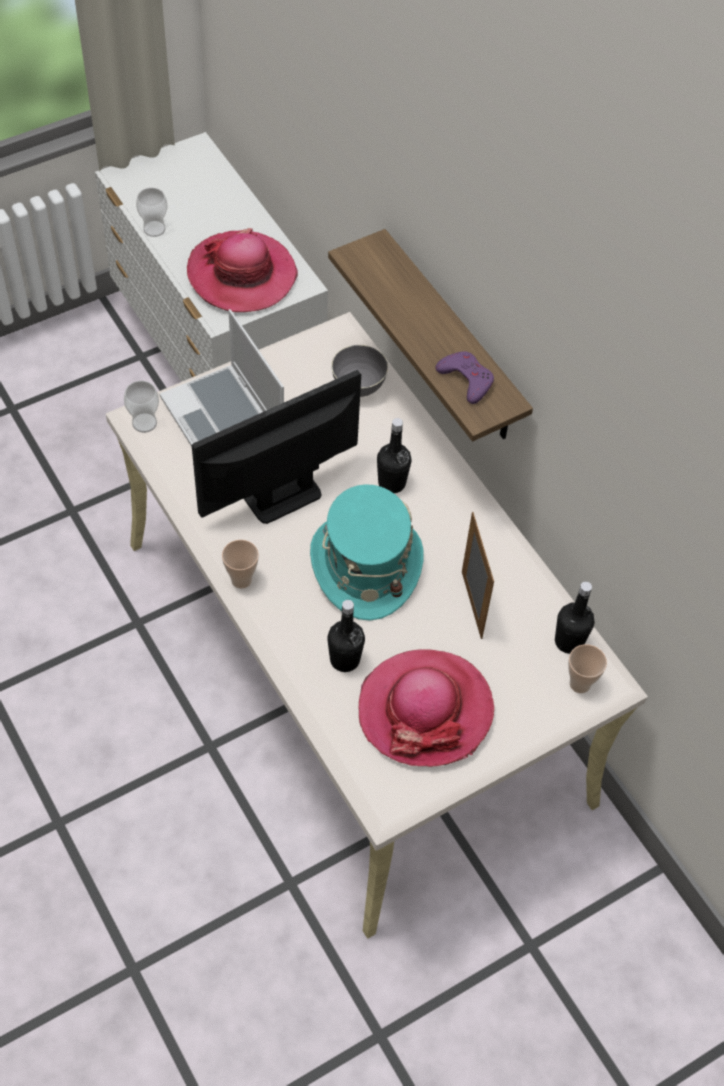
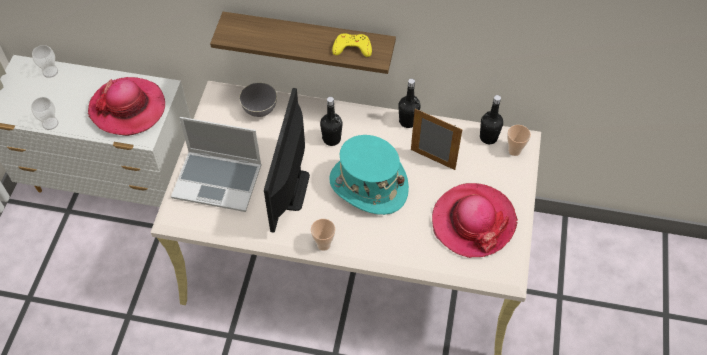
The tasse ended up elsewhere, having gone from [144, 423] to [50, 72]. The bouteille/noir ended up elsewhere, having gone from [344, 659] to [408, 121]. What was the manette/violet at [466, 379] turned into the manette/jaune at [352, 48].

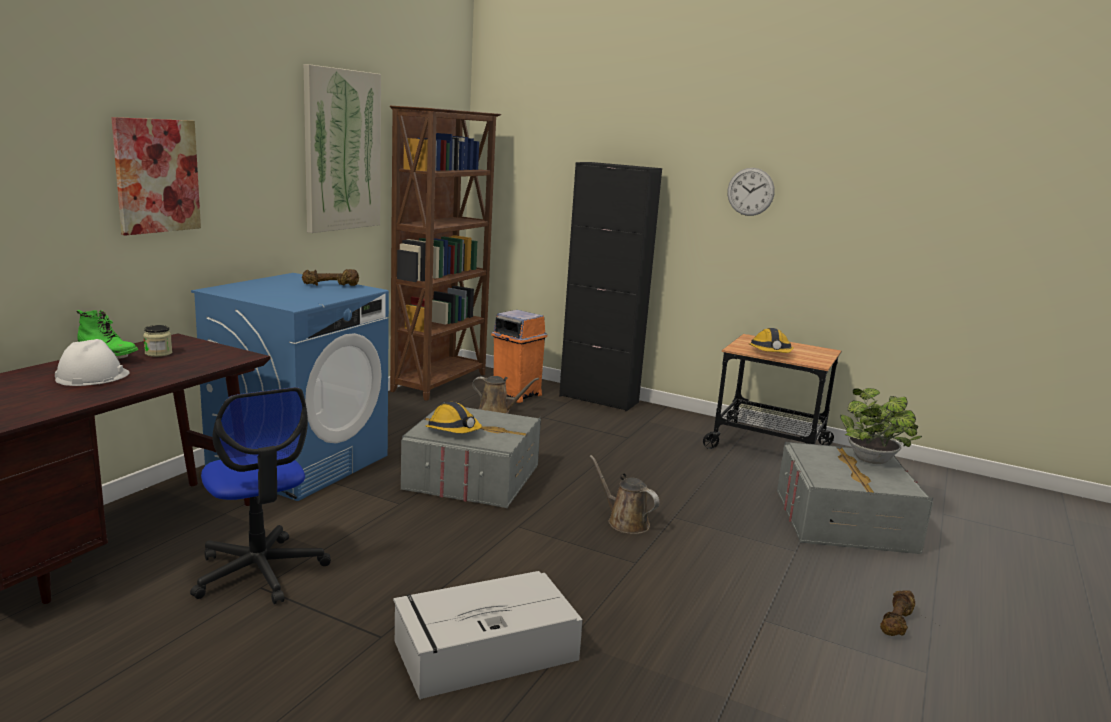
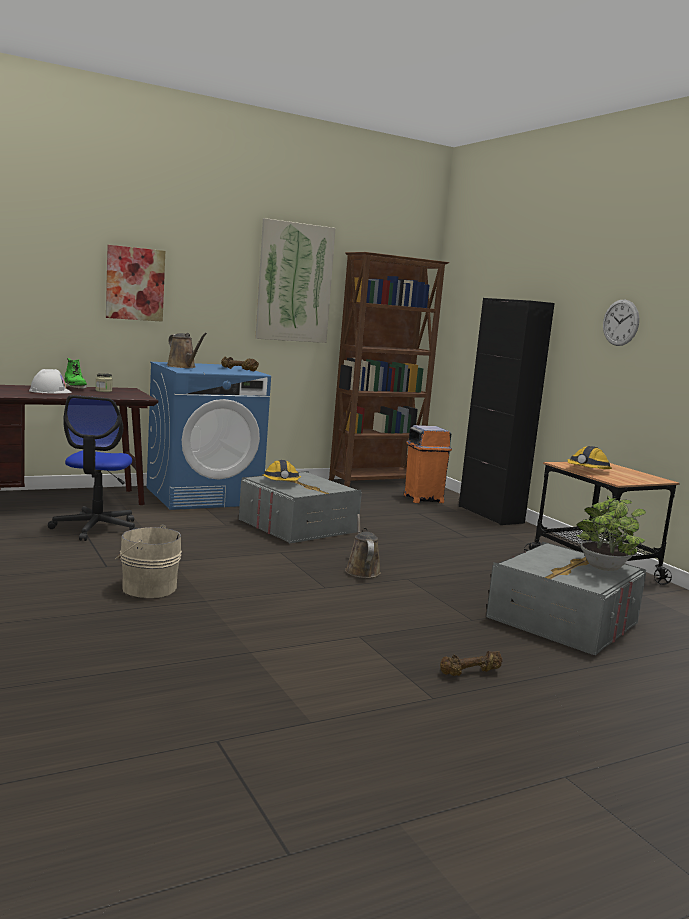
The arrosoir/marron ended up elsewhere, having gone from [497, 410] to [183, 367]. Where the boîte de rangement/gris stood at [483, 651], the seau/beige came to stand at [147, 587].

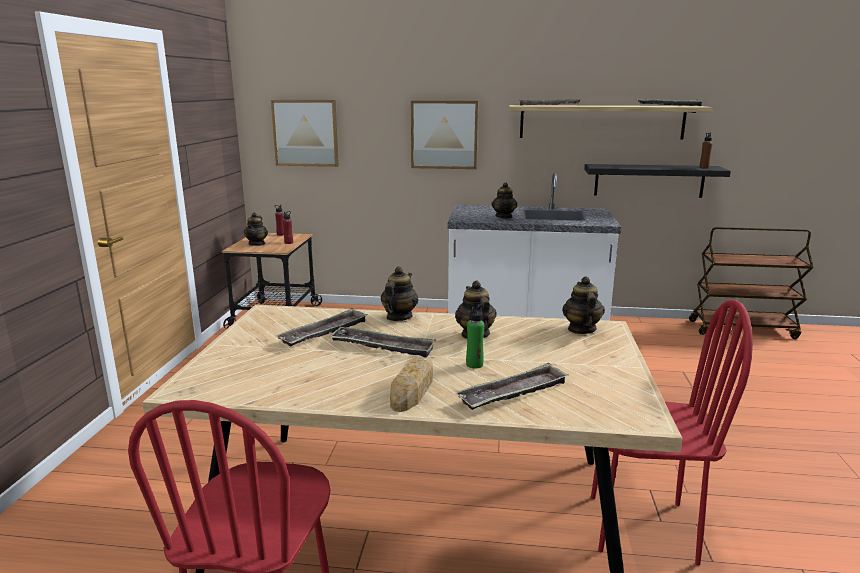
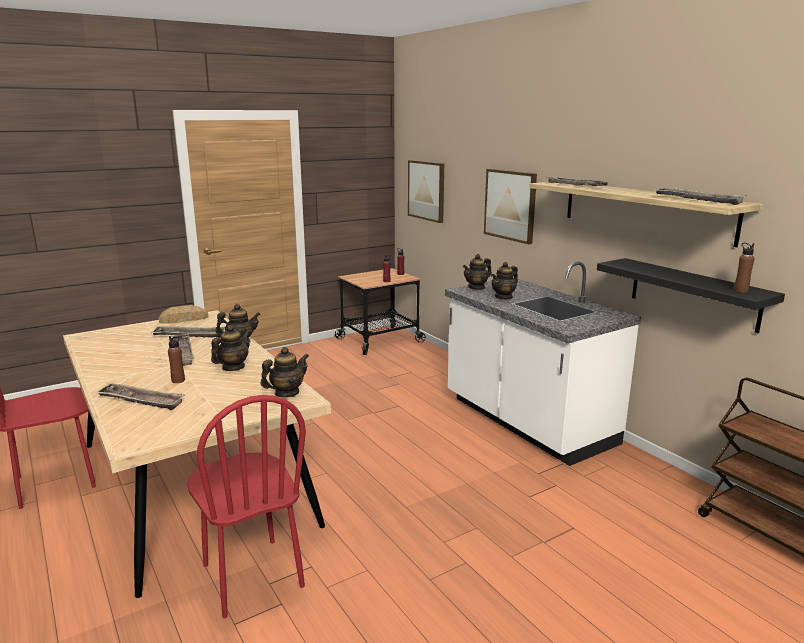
The théière ended up elsewhere, having gone from [257, 244] to [476, 287]. The pain ended up elsewhere, having gone from [413, 389] to [184, 319]. What was the bouteille/vert at [474, 364] turned into the bouteille/marron at [178, 380].

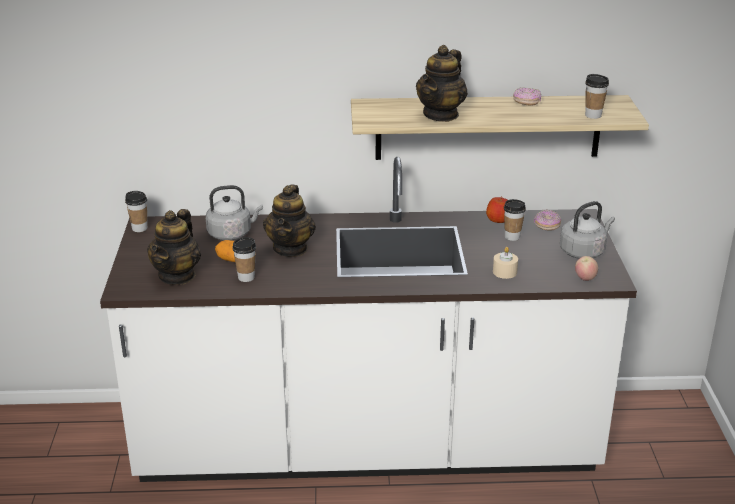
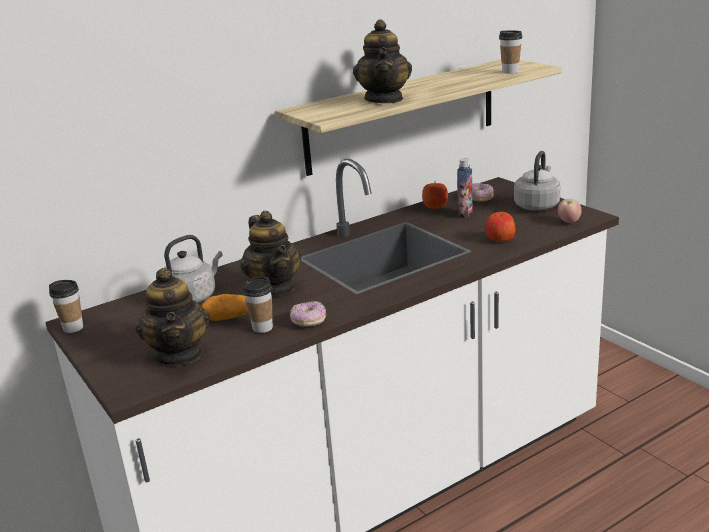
The beignet ended up elsewhere, having gone from [526, 102] to [309, 322]. Where the bougie/beige stood at [504, 272], the pomme came to stand at [500, 239]. Where the tasse stood at [512, 237], the bouteille came to stand at [465, 214].

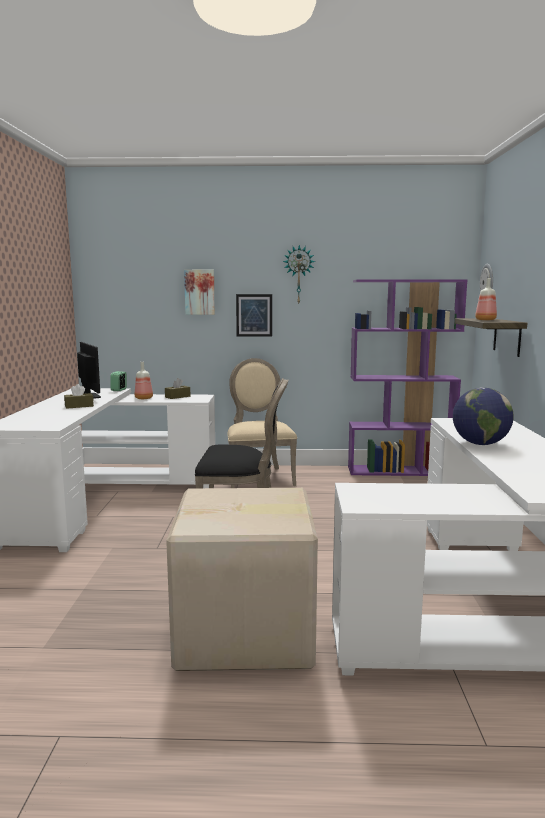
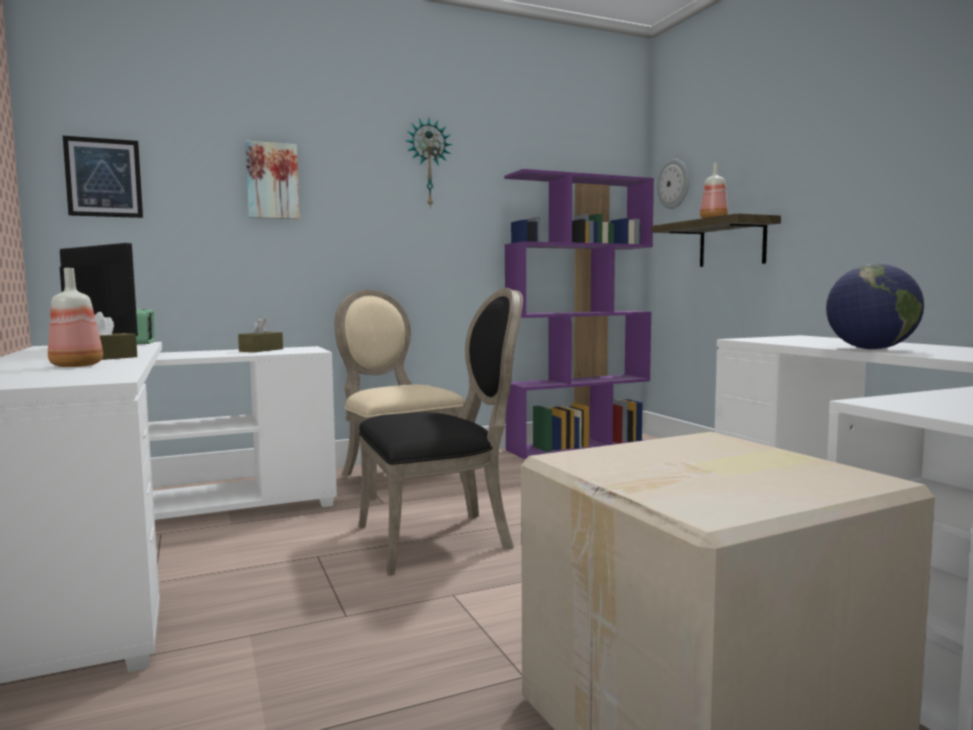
The bouteille ended up elsewhere, having gone from [144, 398] to [78, 365]. The tableau ended up elsewhere, having gone from [254, 315] to [103, 177].

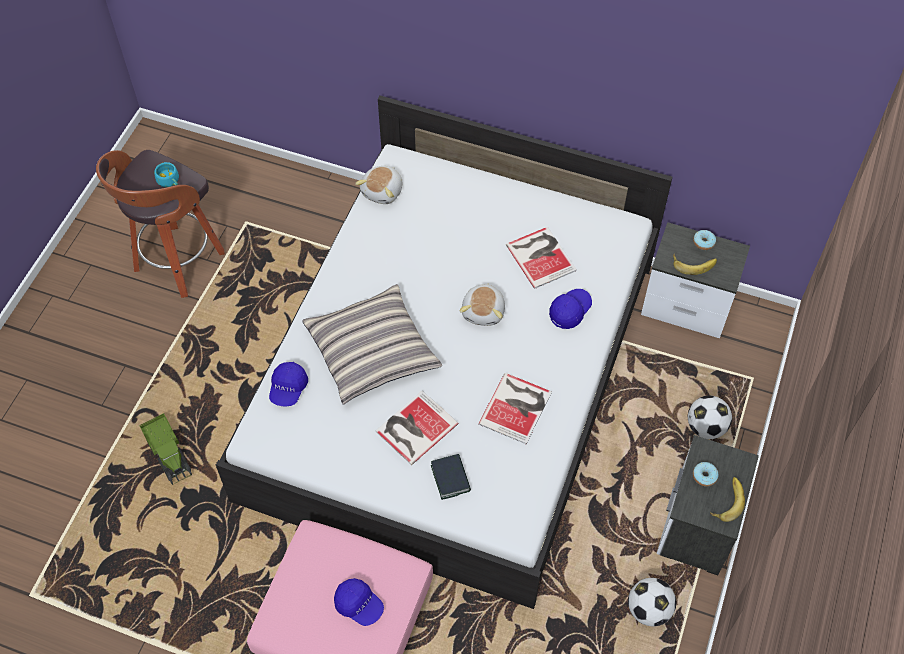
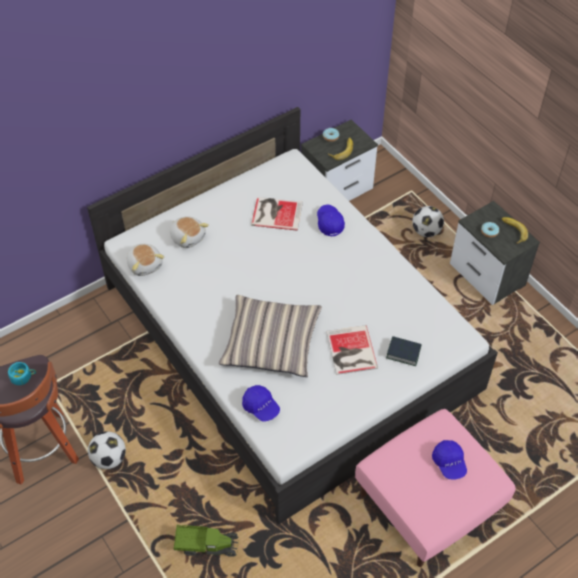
The second view lost the livre at [517, 407]. The peluche ended up elsewhere, having gone from [484, 311] to [188, 237]. The ballon de foot ended up elsewhere, having gone from [648, 609] to [109, 458]. The casquette/bleu at [359, 605] ended up facing another way, 90 degrees clockwise from before.

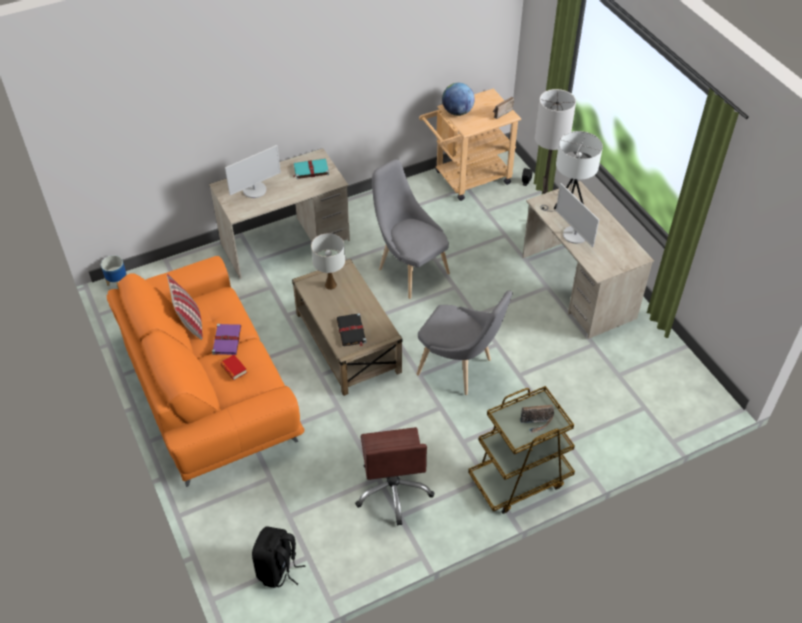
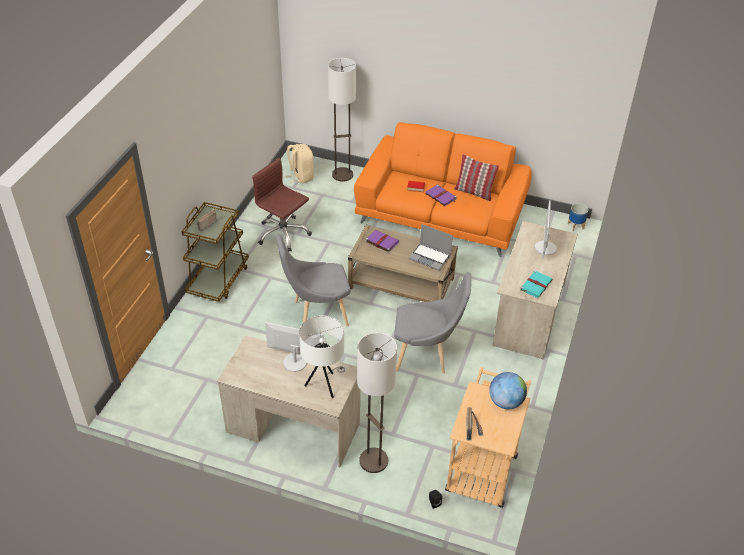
The second view gained the lampadaire at [342, 175]. Where the lampe de table/blanc stood at [330, 285], the ordinateur portable came to stand at [430, 257]. What was the sac à dos/noir at [278, 569] turned into the sac à dos/beige at [300, 176]. What was the livre/noir at [351, 331] turned into the livre/violet at [381, 241].

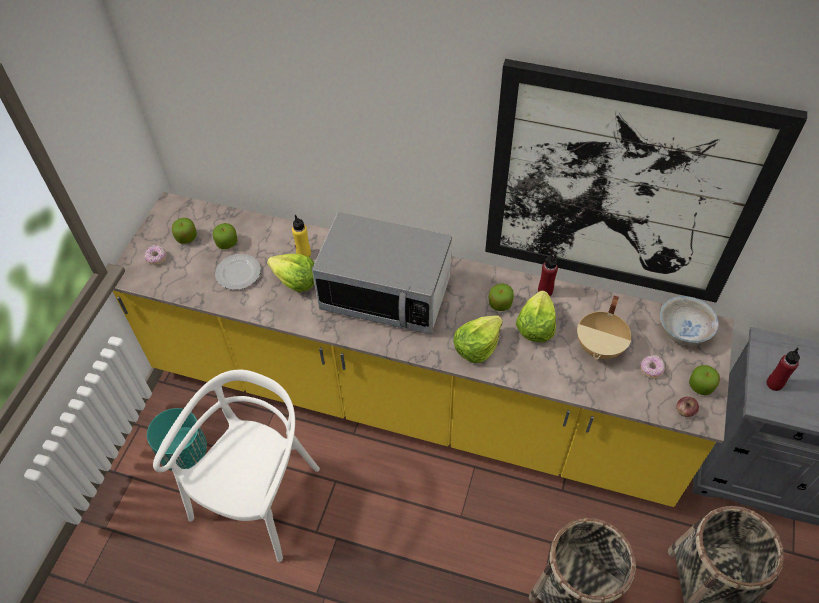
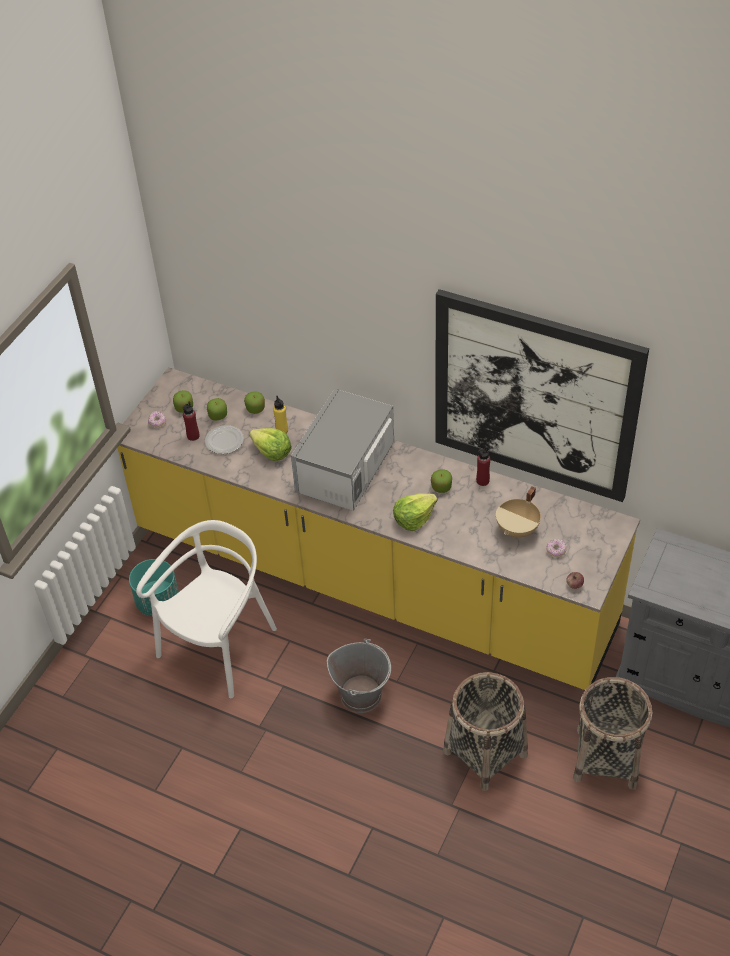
The second view lost the laitue at [535, 326]. The second view lost the bol/blanc at [683, 331]. The second view gained the seau/gris at [361, 695]. The pomme ended up elsewhere, having gone from [700, 386] to [255, 409]. The bouteille/rouge ended up elsewhere, having gone from [774, 384] to [193, 436]. The micro-ondes at [386, 294] ended up facing another way, 90 degrees clockwise from before.

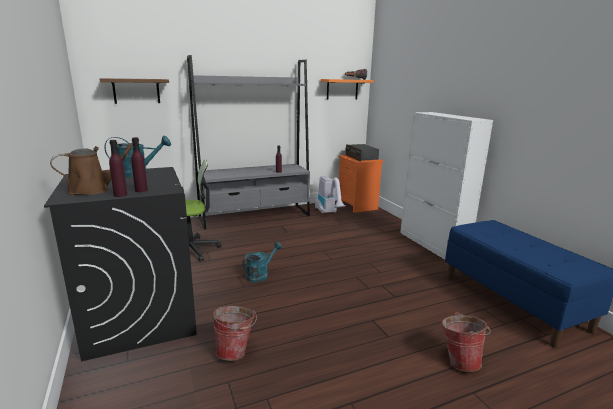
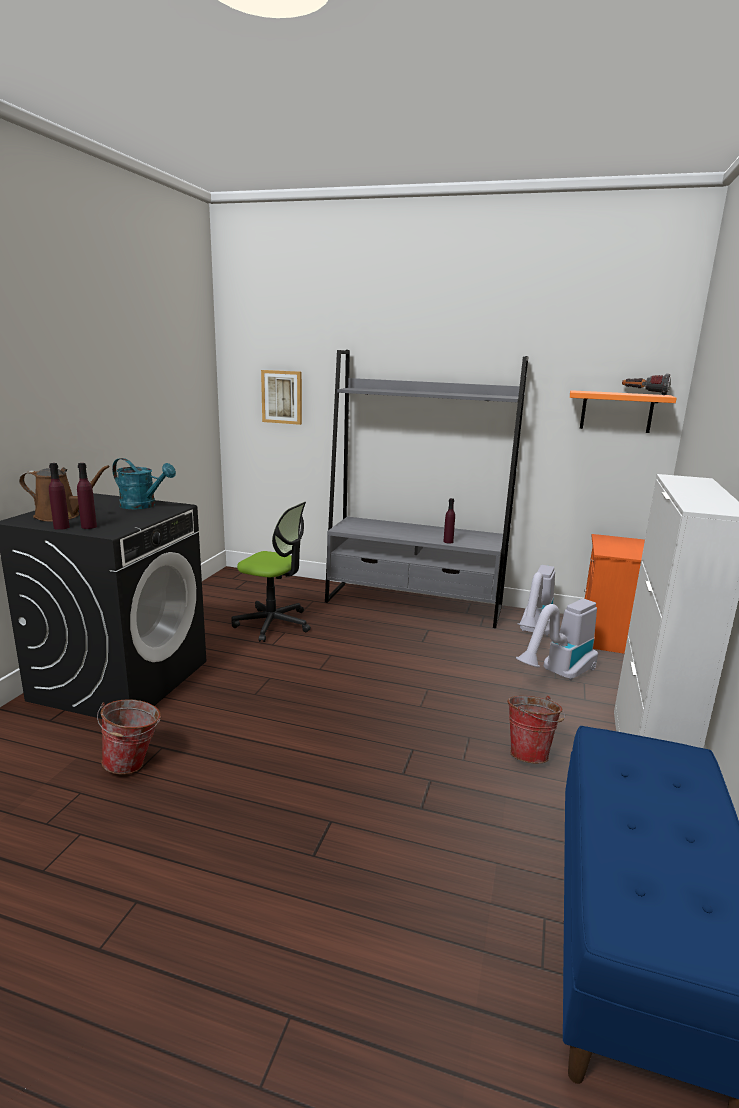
The second view lost the arrosoir/turquoise at [260, 275]. The second view lost the radio at [361, 157]. The second view gained the aspirateur at [558, 675]. The seau ended up elsewhere, having gone from [459, 360] to [530, 753]. Where the étagère/marron hung at [136, 91], the tableau came to hang at [282, 397].

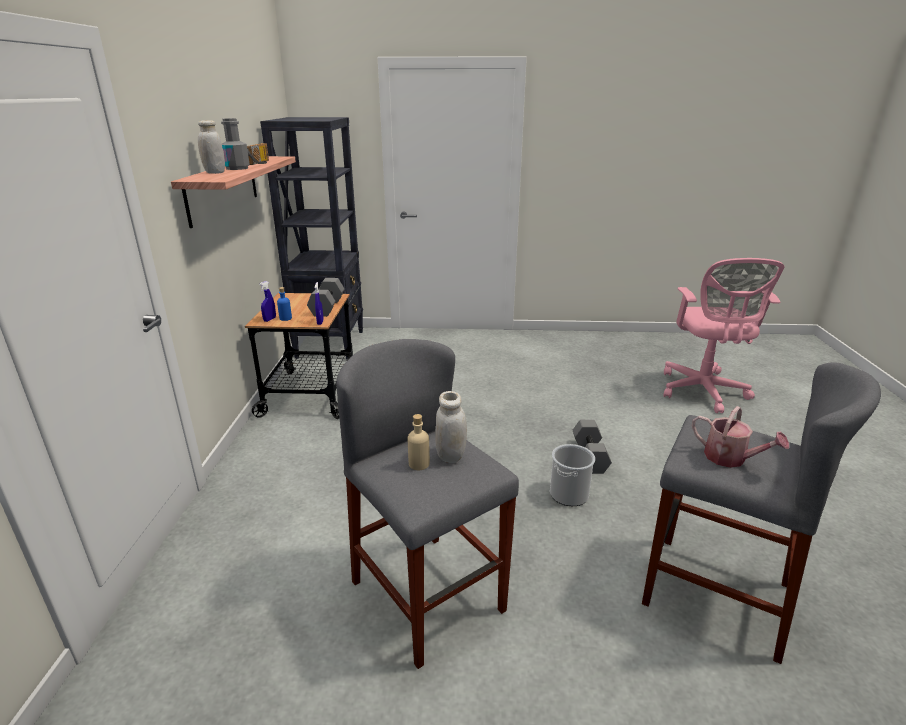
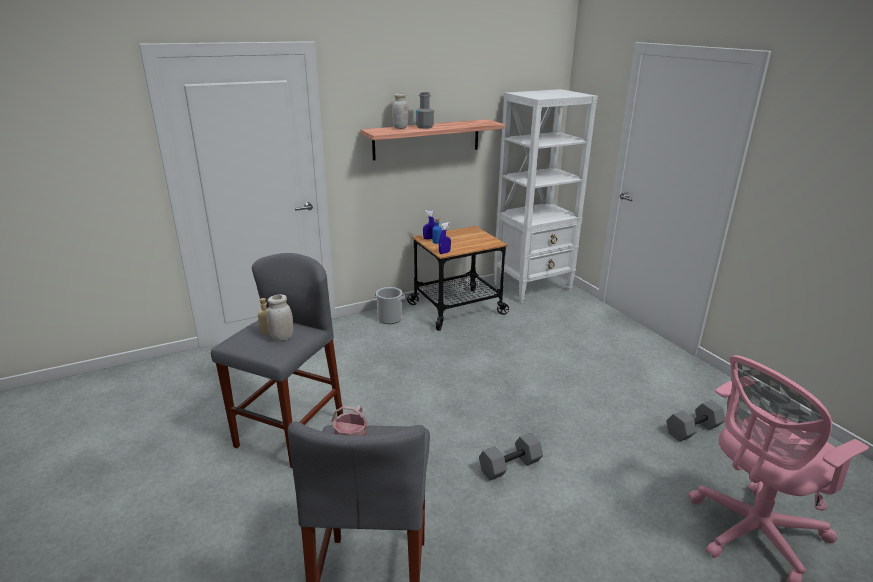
The second view lost the radio at [261, 163]. The haltère/gris ended up elsewhere, having gone from [326, 307] to [693, 429]. The seau ended up elsewhere, having gone from [569, 494] to [389, 318]. What was the bibliothèque/noir at [331, 344] turned into the bibliothèque/blanc at [533, 287].

